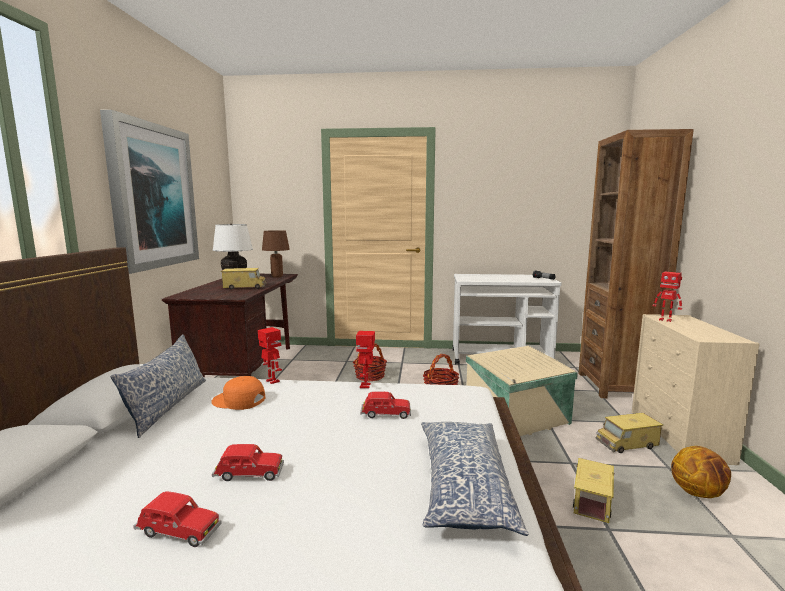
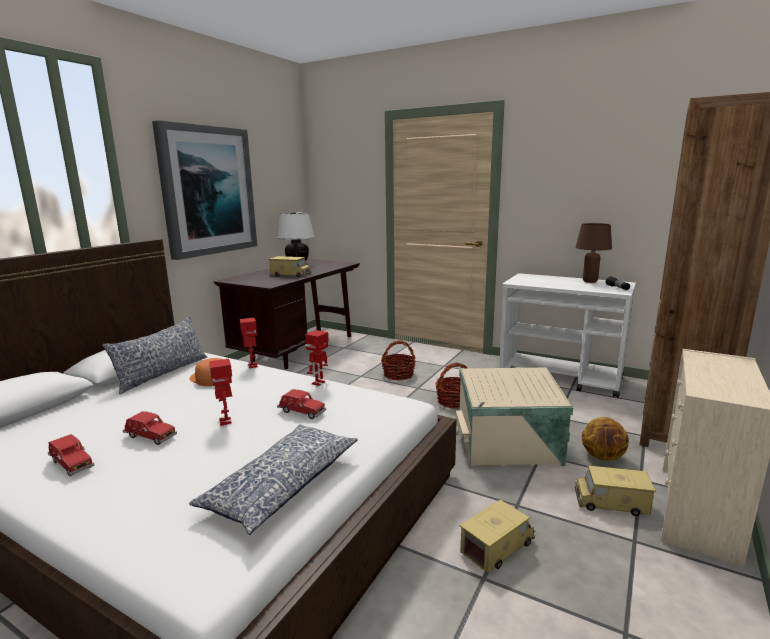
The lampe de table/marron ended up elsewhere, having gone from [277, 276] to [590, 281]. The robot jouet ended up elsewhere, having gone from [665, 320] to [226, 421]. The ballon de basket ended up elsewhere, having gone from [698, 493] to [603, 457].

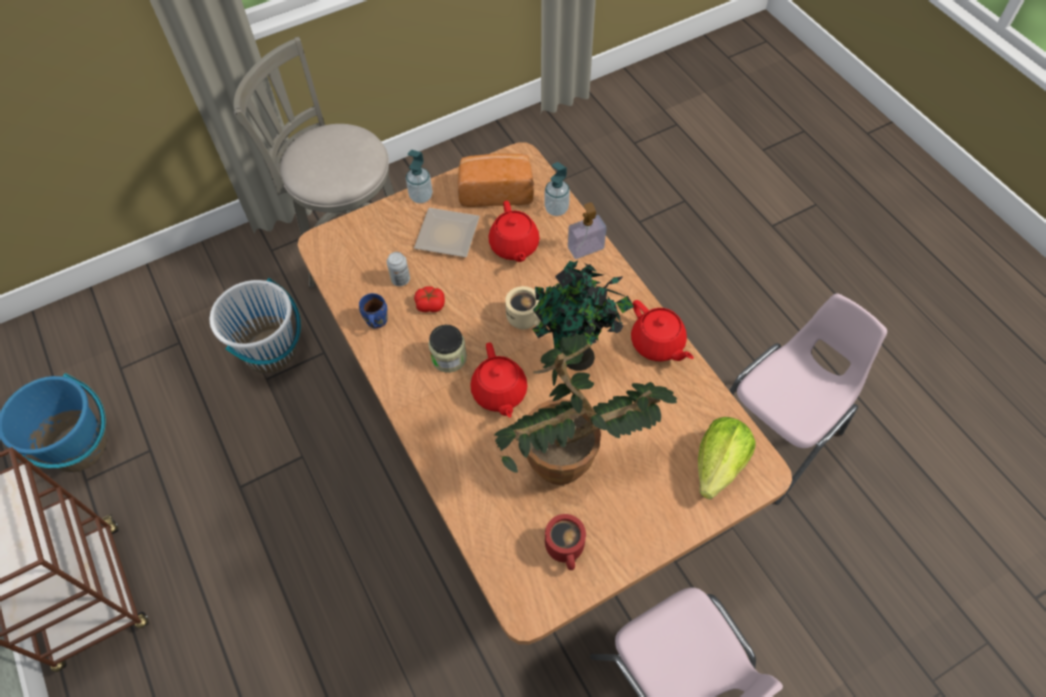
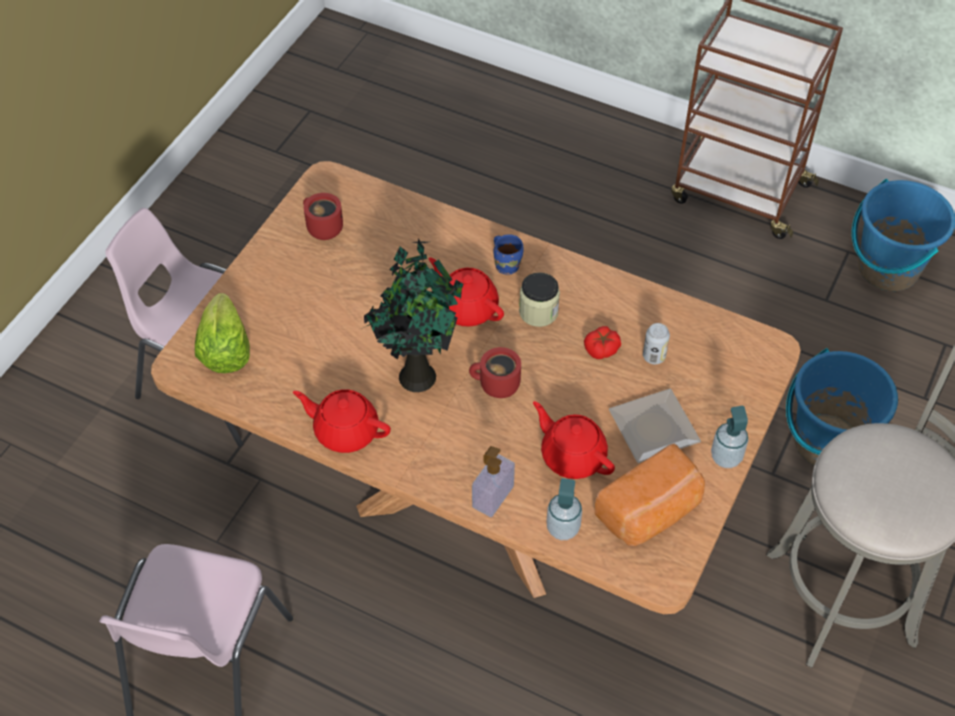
The second view lost the plante en pot at [573, 462]. The mug/bleu ended up elsewhere, having gone from [375, 322] to [507, 265]. What was the seau/blanc at [271, 351] turned into the seau/bleu at [826, 443]. What was the mug/beige at [526, 318] turned into the mug/rouge at [496, 386].

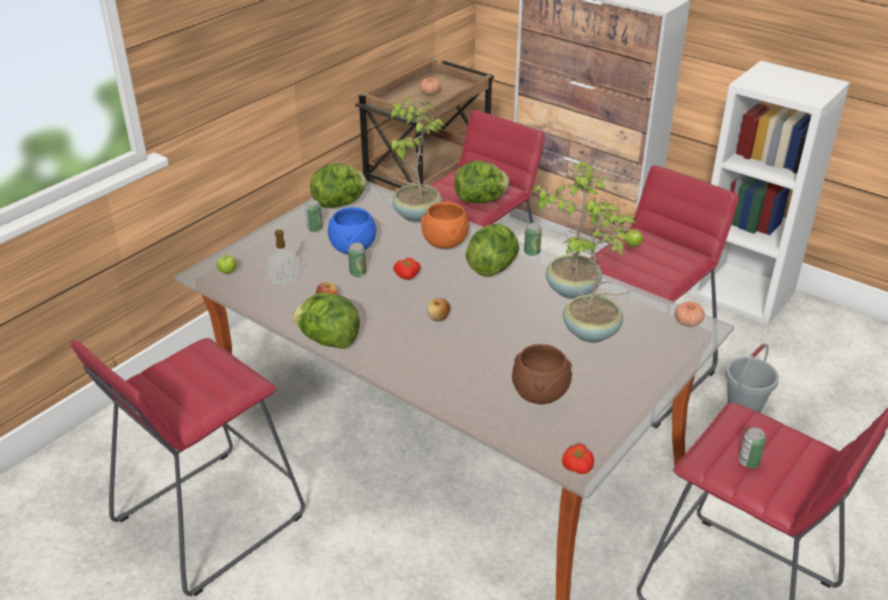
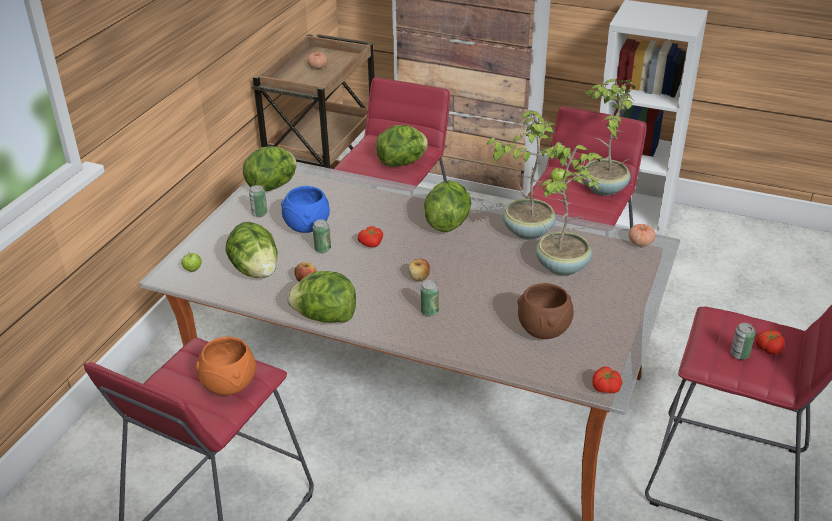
The second view lost the seau/gris at [744, 405]. The second view gained the tomate at [768, 349]. The plante en pot ended up elsewhere, having gone from [415, 215] to [602, 189]. The bol/orange ended up elsewhere, having gone from [445, 244] to [230, 385]. The boîte métallique ended up elsewhere, having gone from [531, 252] to [429, 311]. Where the distributeur de savon stood at [285, 283], the laitue came to stand at [256, 270].

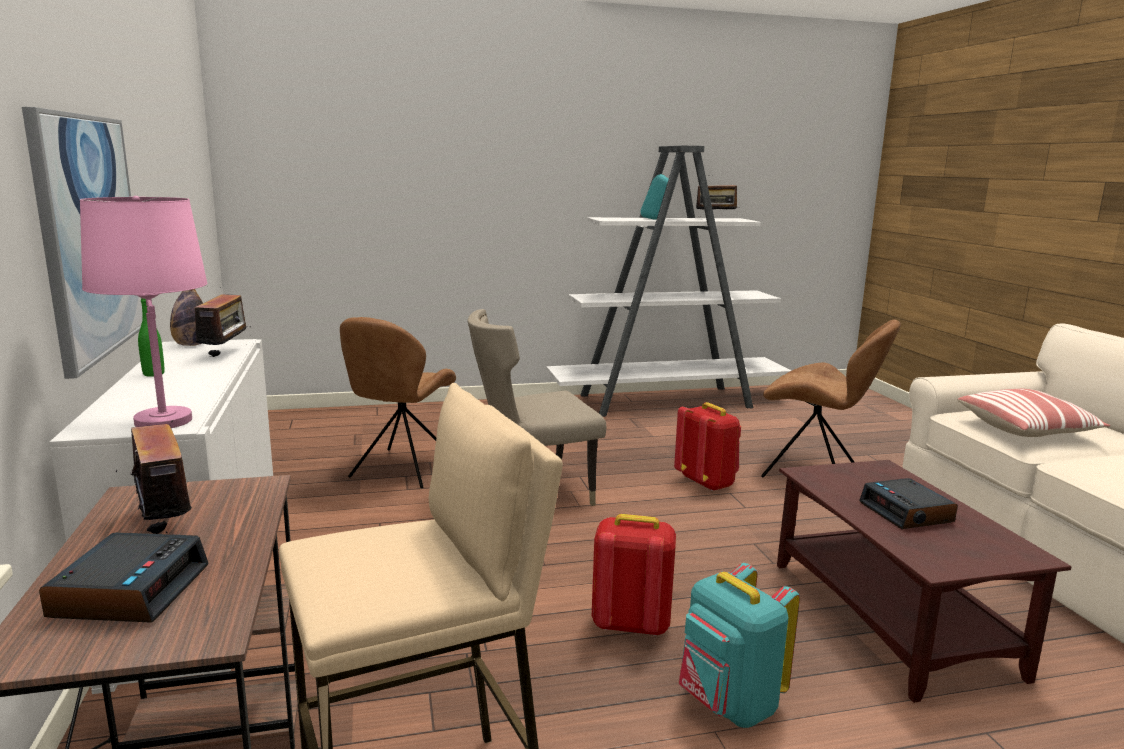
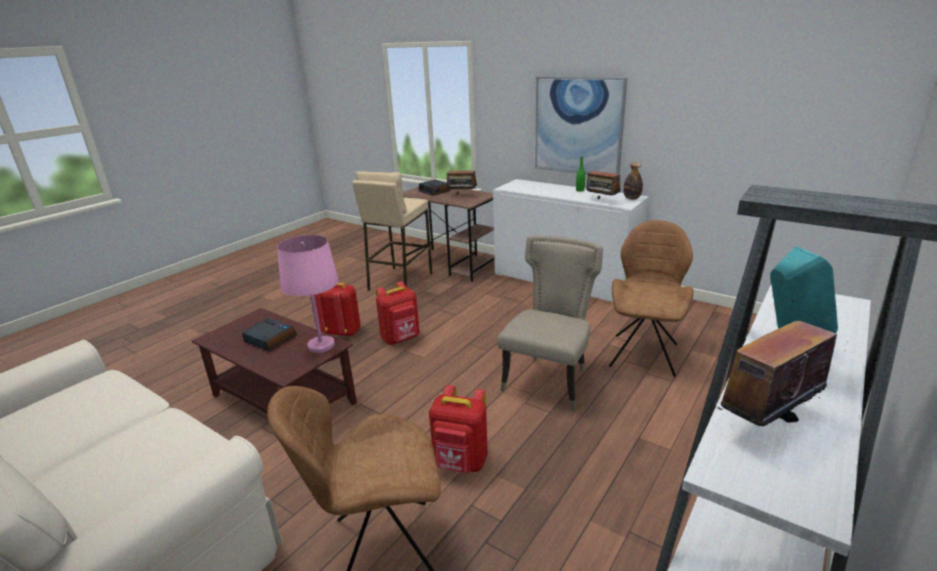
The second view lost the coussin at [1027, 429]. The lampe de table/rose ended up elsewhere, having gone from [162, 421] to [321, 345]. What was the sac à dos/turquoise at [728, 705] turned into the sac à dos/rouge at [342, 332]. The chaise/marron at [401, 469] ended up facing another way, 45 degrees clockwise from before.

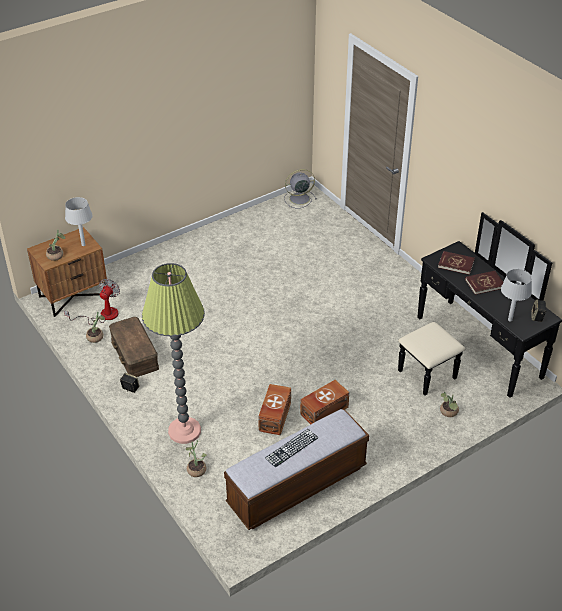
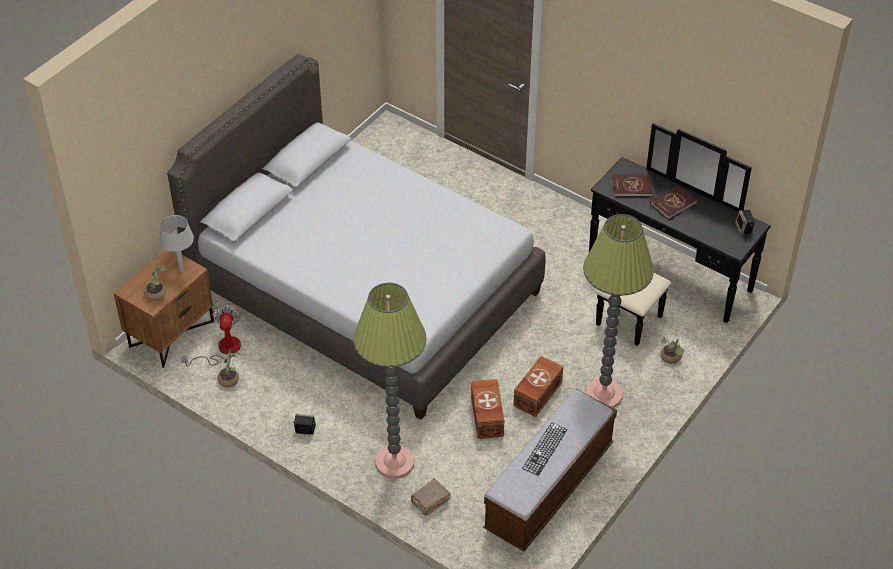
The second view lost the boîte de rangement/marron at [134, 354]. The second view lost the ventilateur/gris at [298, 199]. The second view lost the lampe de table/gris at [510, 319]. The second view gained the lit/gris at [365, 291]. The second view gained the lampadaire at [604, 394]. Where the plante en pot stood at [196, 468], the livre/marron came to stand at [430, 501].

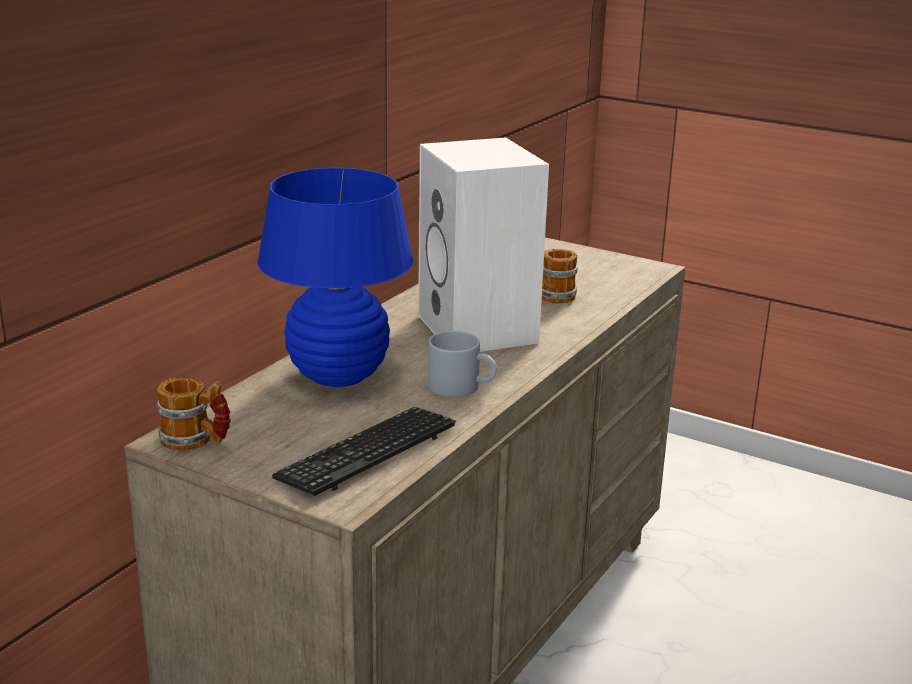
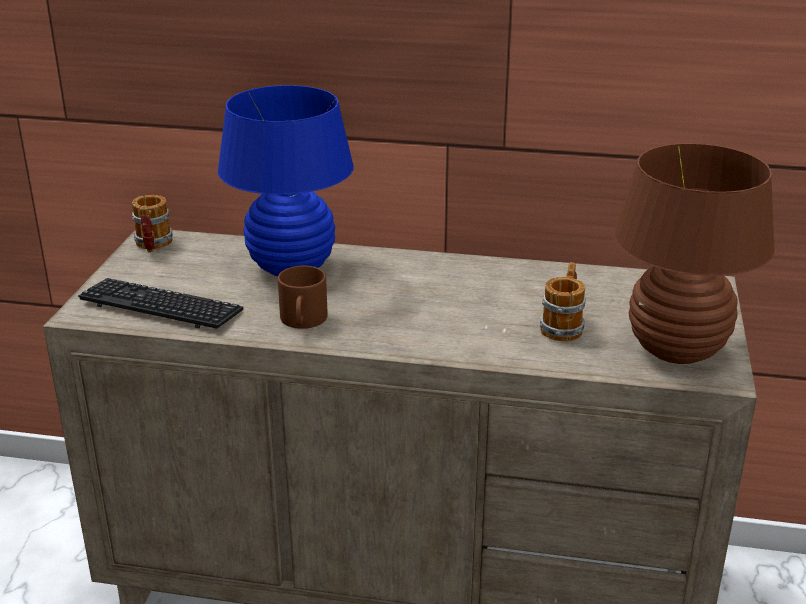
The second view lost the enceinte/blanc at [480, 330]. The second view gained the lampe de table/marron at [677, 350]. What was the mug/gris at [462, 387] turned into the mug/marron at [304, 321].

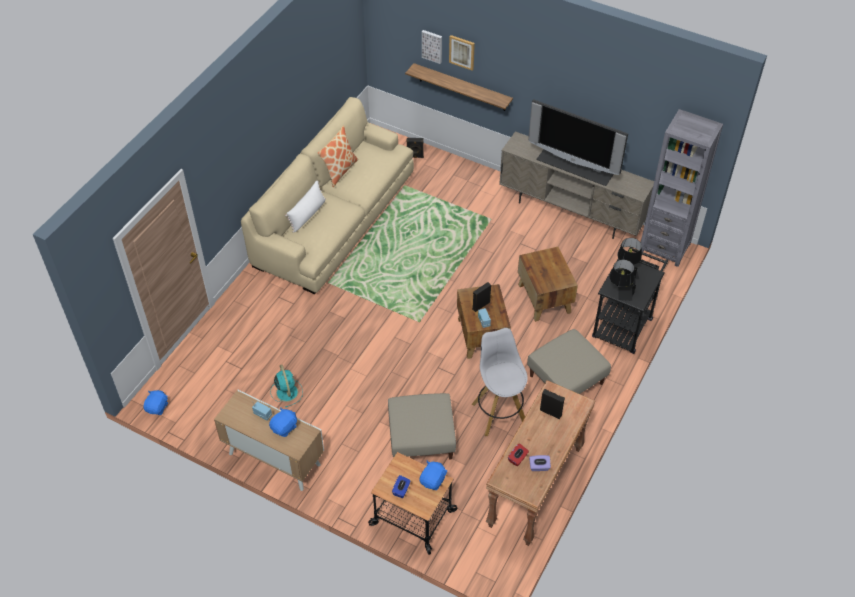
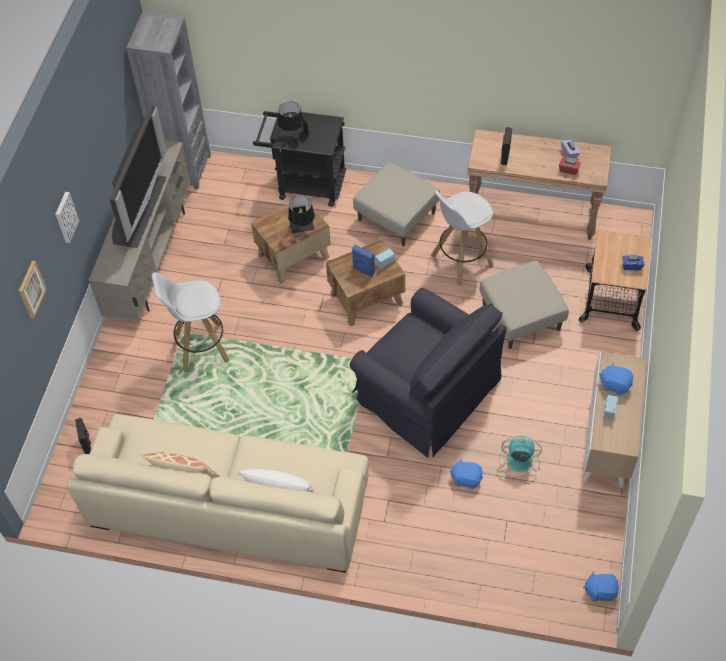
The second view lost the étagère at [462, 87]. The second view gained the tabouret/blanc at [200, 347]. The second view gained the fauteuil/noir at [425, 391]. The peluche/bleu ended up elsewhere, having gone from [433, 480] to [466, 478]. The tableau ended up elsewhere, having gone from [432, 46] to [65, 217]. The lampe de table/noir ended up elsewhere, having gone from [620, 292] to [302, 229]. What was the enceinte/noir at [480, 305] turned into the enceinte/bleu at [363, 271]. The ventilateur/turquoise at [287, 391] ended up facing another way, 45 degrees clockwise from before.

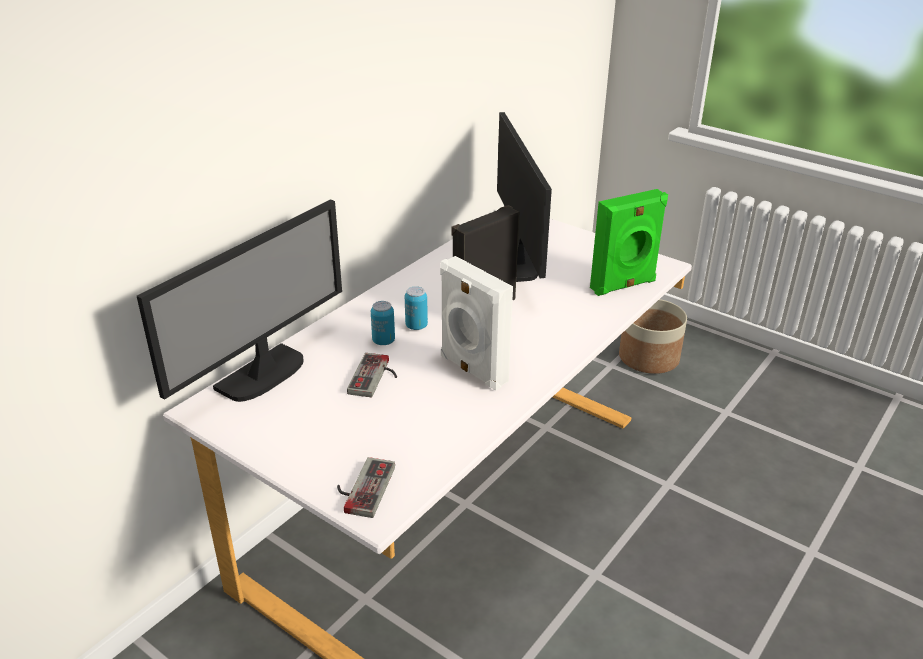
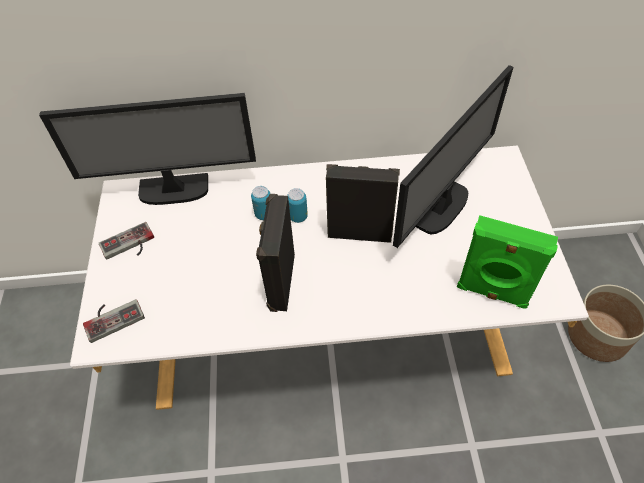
The manette ended up elsewhere, having gone from [376, 377] to [129, 246]. What was the enceinte/blanc at [472, 370] turned into the enceinte/noir at [280, 282].

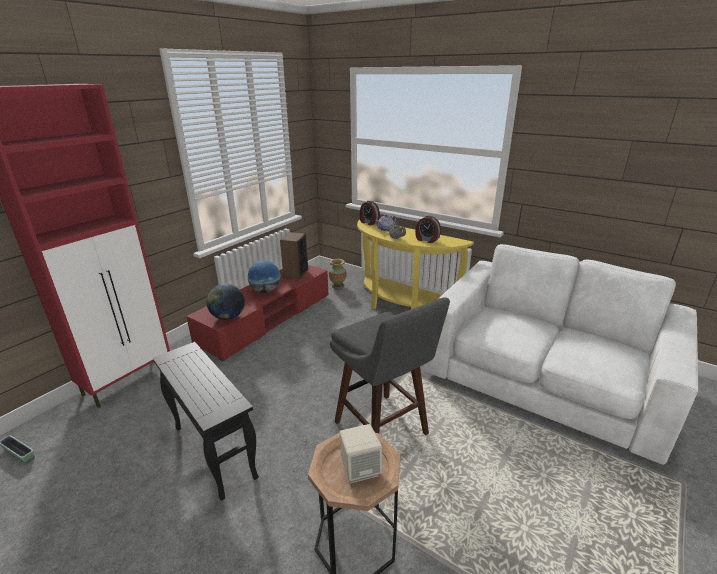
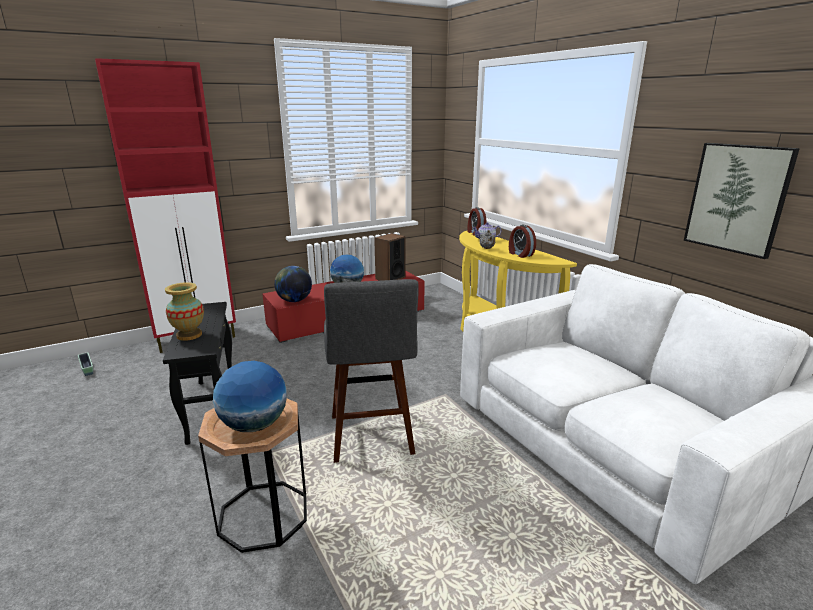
The second view gained the tableau at [737, 198]. The vase ended up elsewhere, having gone from [338, 286] to [189, 335]. Where the enceinte/beige stood at [360, 469], the globe came to stand at [254, 425].

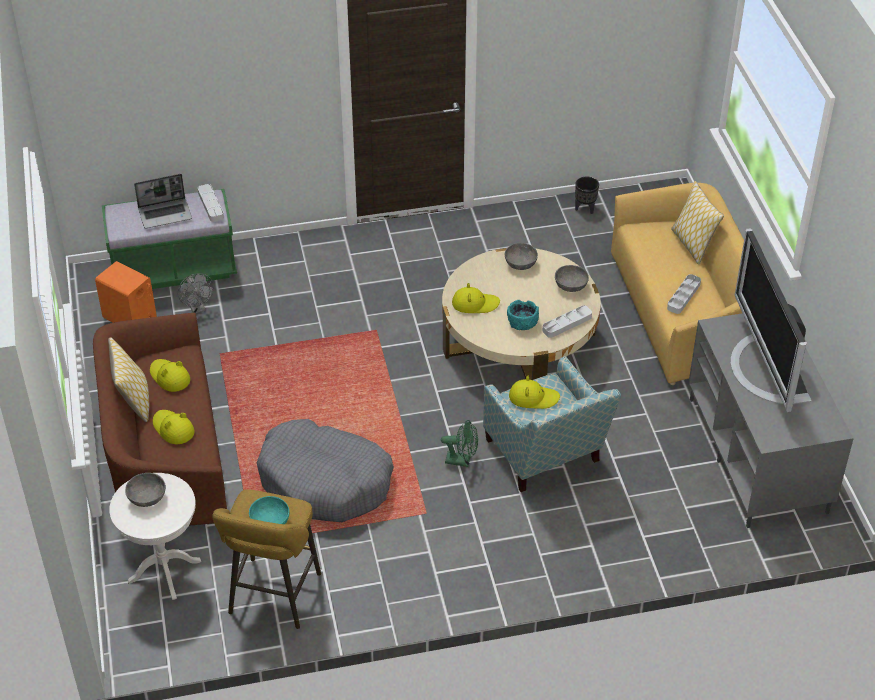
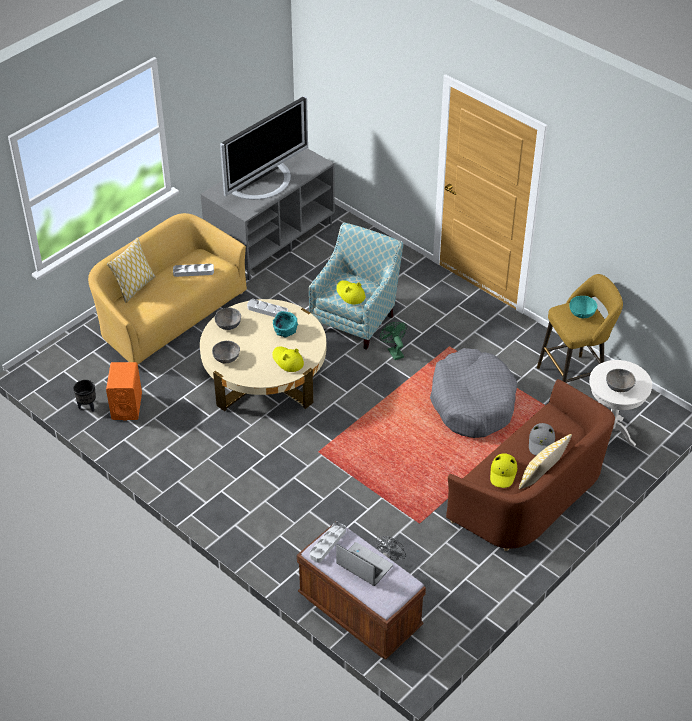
The enceinte/orange ended up elsewhere, having gone from [130, 317] to [126, 406]. What was the banc/vert at [174, 269] turned into the banc/marron at [359, 612]. What was the chapeau/jaune at [173, 429] turned into the chapeau/gris at [541, 442].

